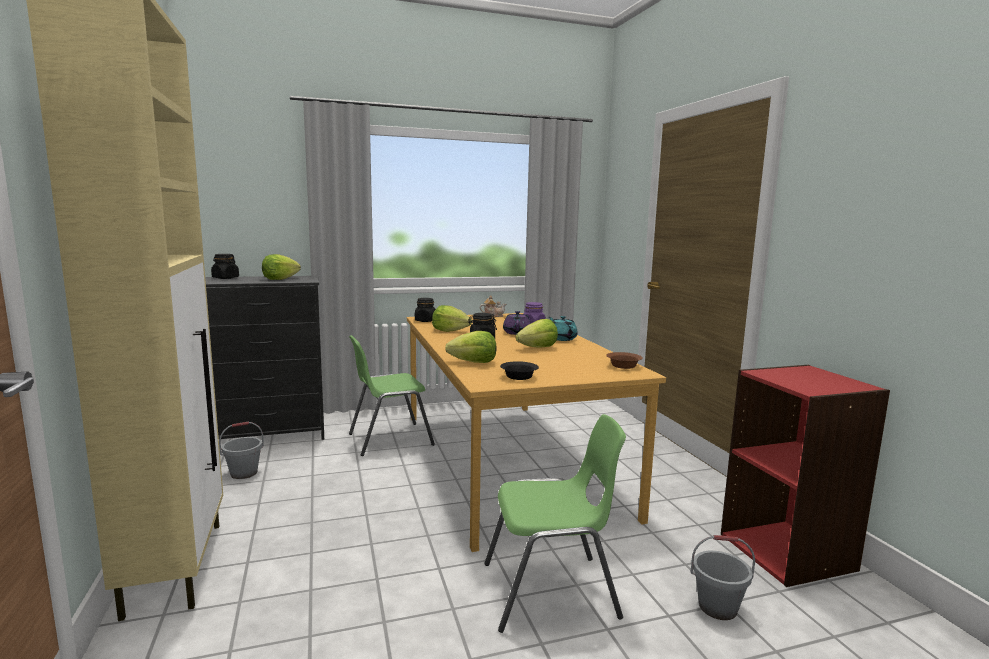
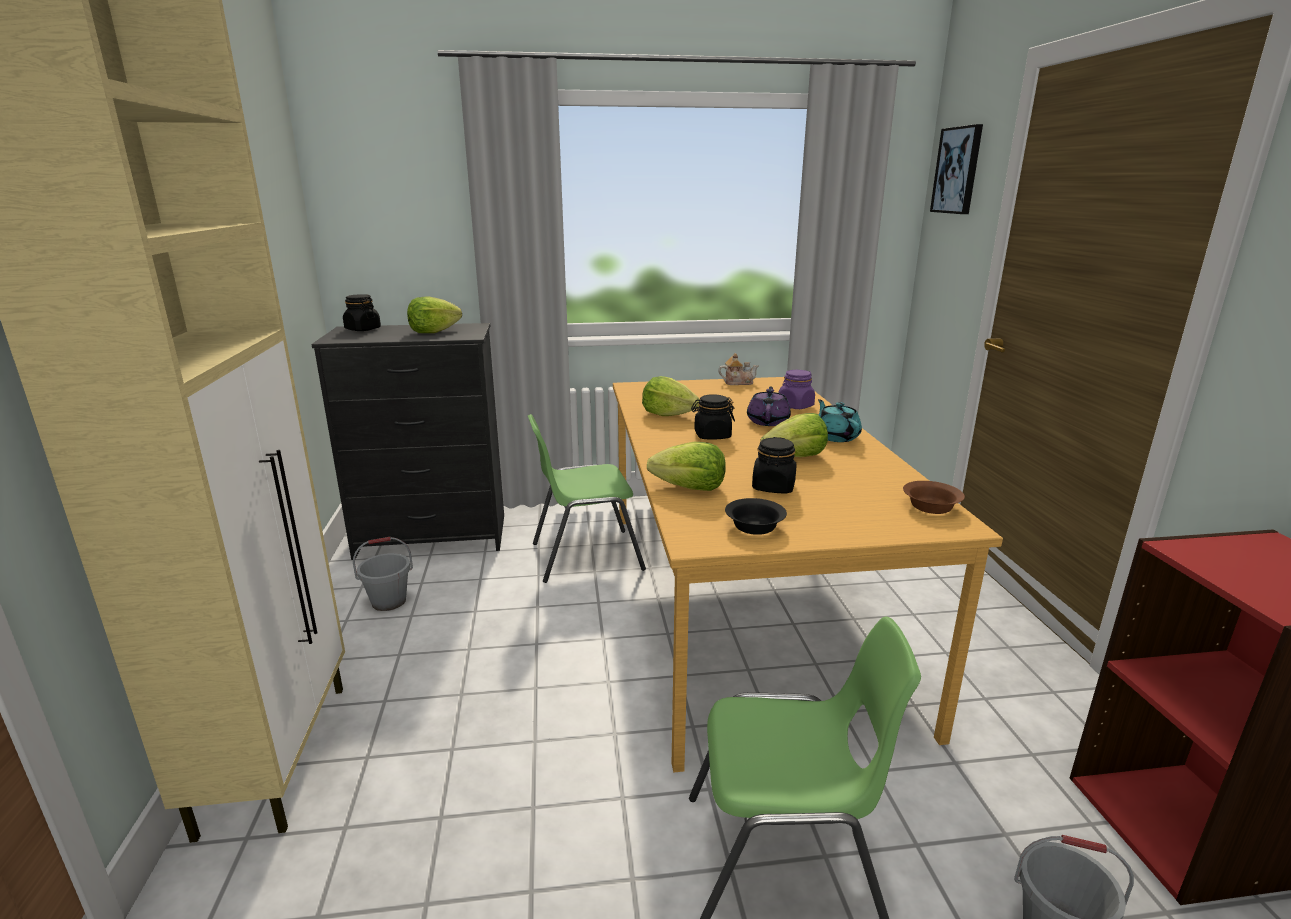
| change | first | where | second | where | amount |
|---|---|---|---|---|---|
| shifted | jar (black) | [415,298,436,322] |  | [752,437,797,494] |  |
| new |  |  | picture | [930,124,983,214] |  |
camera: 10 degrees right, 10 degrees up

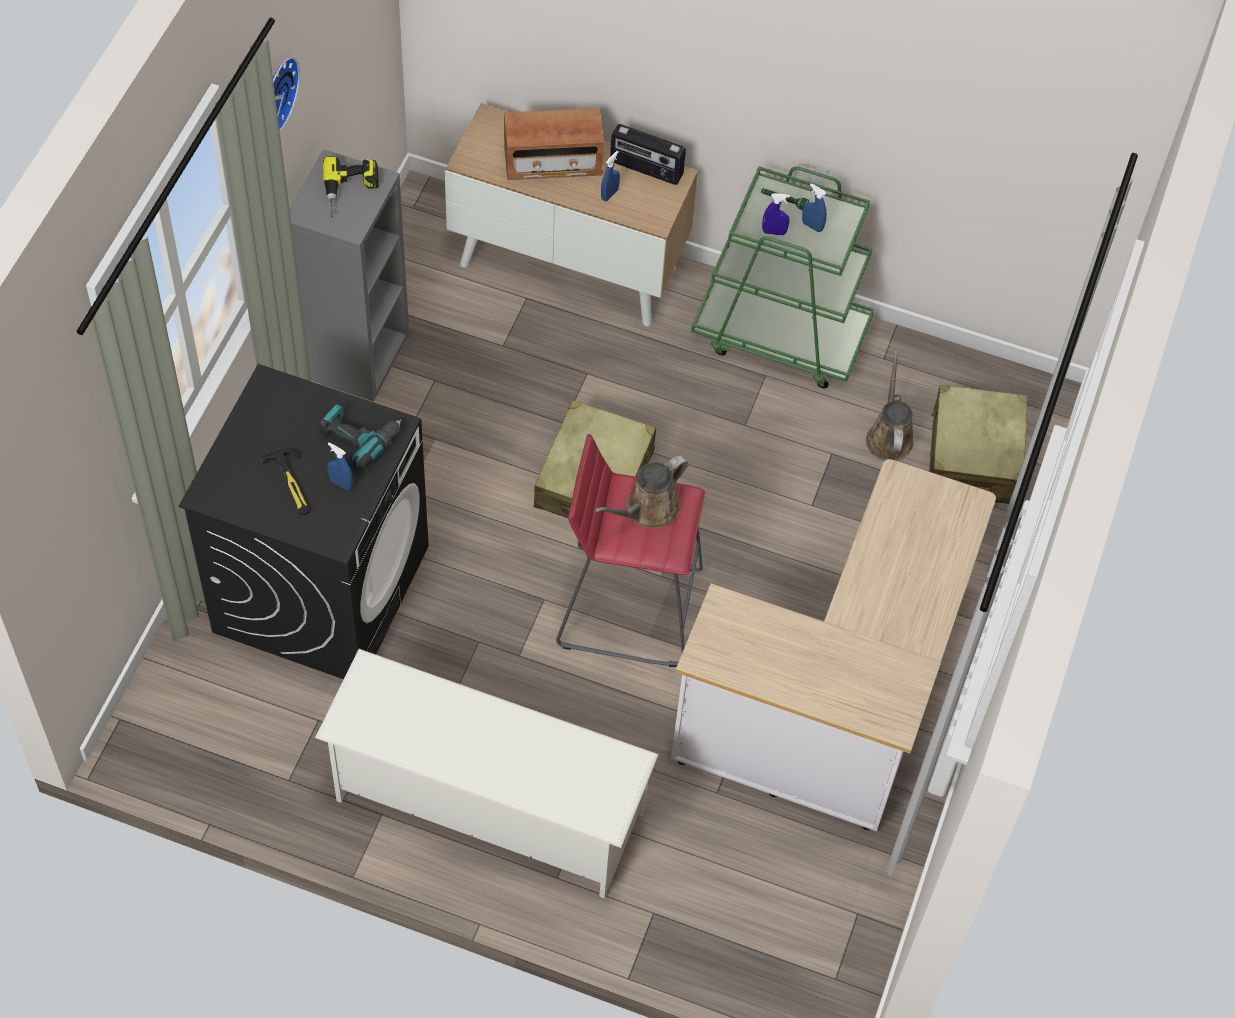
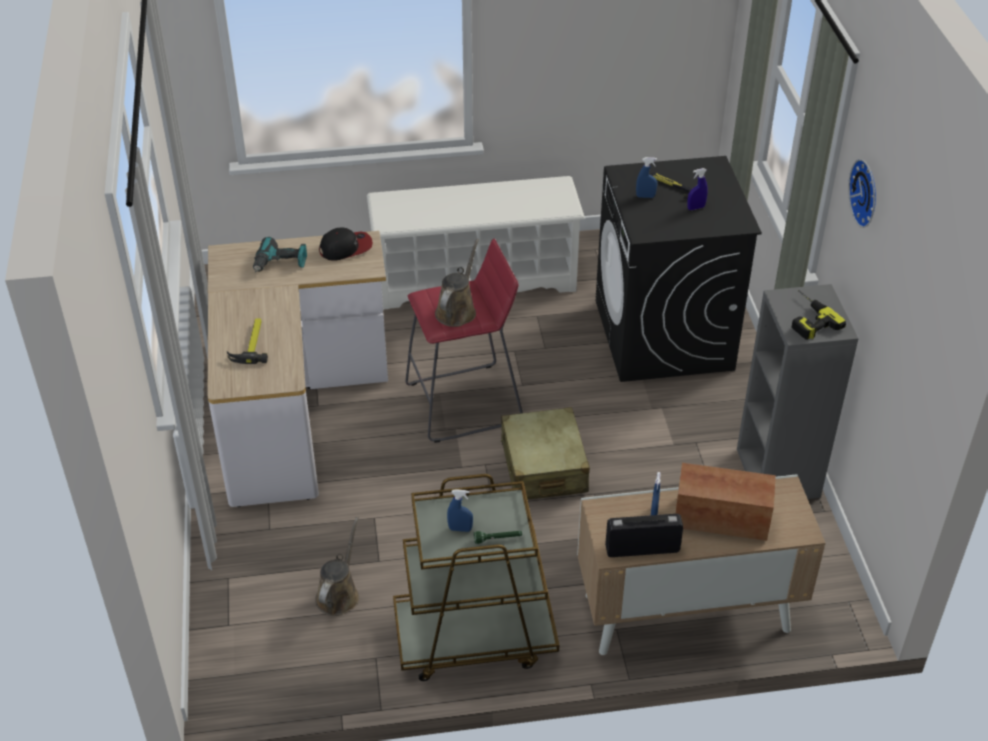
| change | first | where | second | where | amount |
|---|---|---|---|---|---|
| new |  |  | hammer | [227,318,268,364] |  |
| shifted | power drill | [320,404,402,470] |  | [253,237,307,272] |  |
| rotated | watering can (brown) | [866,350,914,461] |  | [315,517,359,616] | 135 degrees counterclockwise |
| new |  |  | cap | [319,228,373,261] |  |
| repainted | cart (green) | [691,166,874,388] | cart (brown) | [393,474,559,681] |  |
| rotated | radio | [504,108,604,180] |  | [675,463,776,541] | 45 degrees clockwise |
| shifted | spray bottle (blue) | [762,193,790,235] |  | [687,168,708,210] |  |
| gone | suitcase (beige) | [929,385,1028,504] |  |  |  |
camera: 155 degrees right, 15 degrees down

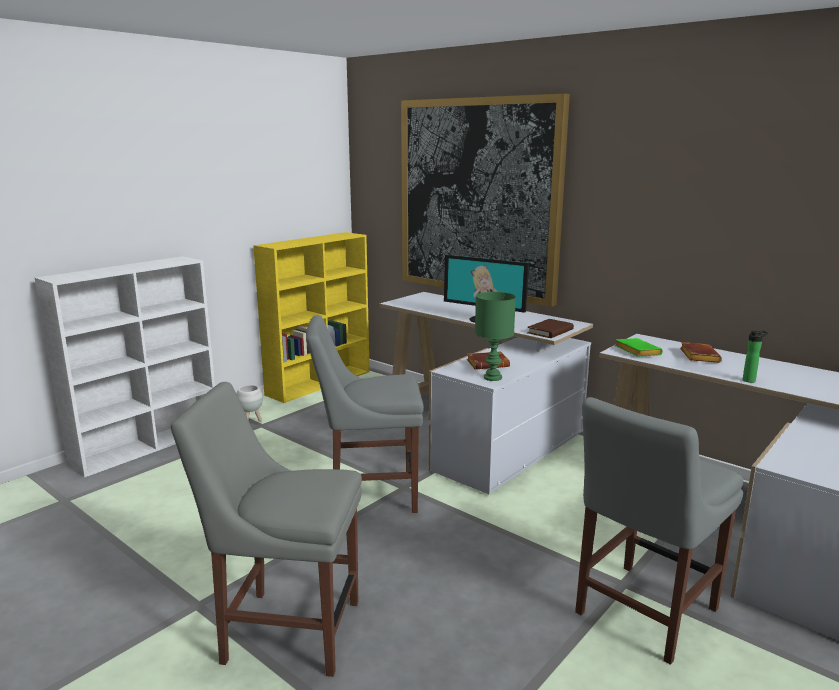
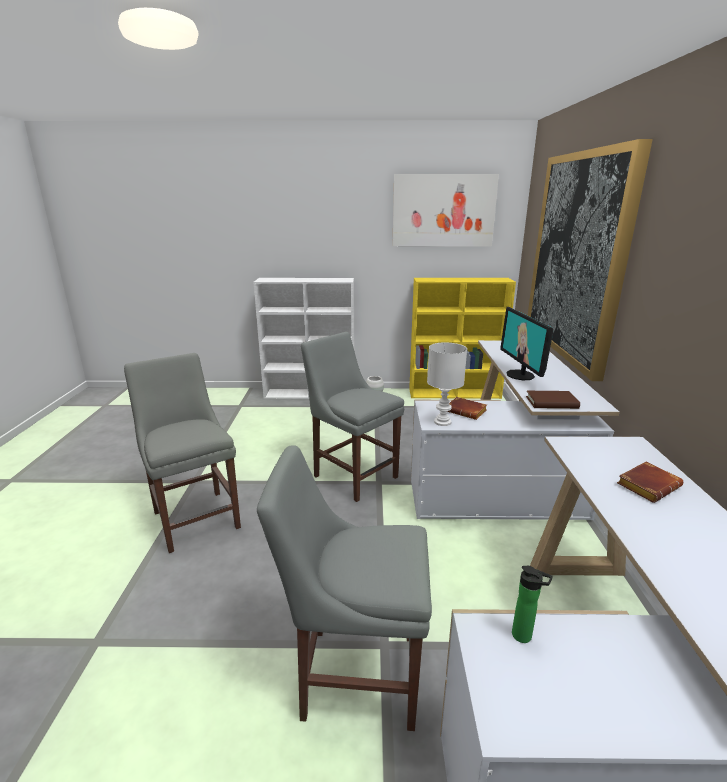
| change | first | where | second | where | amount |
|---|---|---|---|---|---|
| new |  |  | picture | [392,174,499,246] |  |
| repainted | table lamp (green) | [475,292,516,381] | table lamp (white) | [427,343,467,426] |  |
| shifted | bottle | [743,331,768,383] |  | [512,566,553,643] |  |
| gone | book (green) | [614,338,663,357] |  |  |  |
camera: 50 degrees right, 5 degrees up

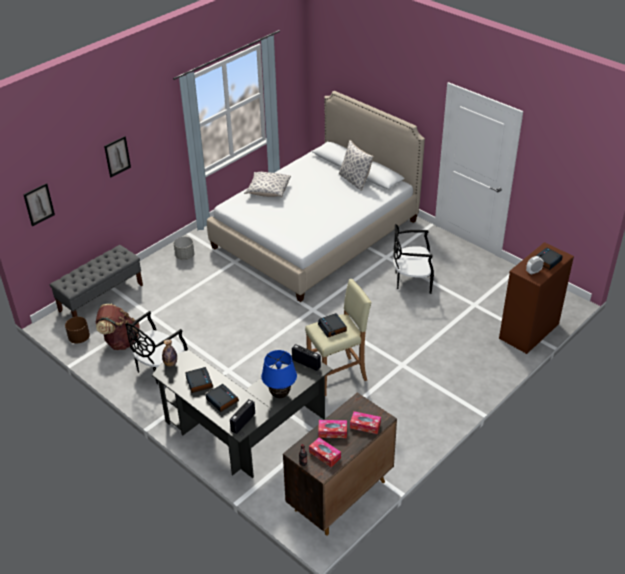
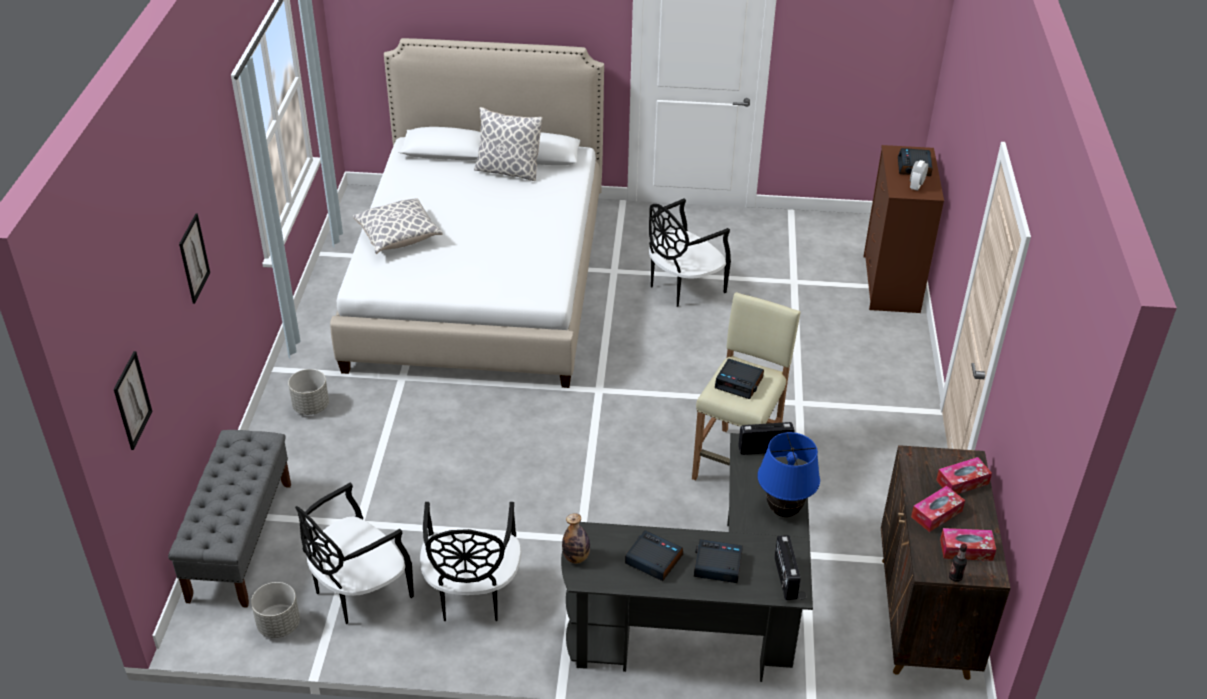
| change | first | where | second | where | amount |
|---|---|---|---|---|---|
| repainted | planter (brown) | [65,317,90,344] | planter (grey) | [251,582,300,638] |  |
| swapped | backpack (brown) | [96,304,140,350] | chair (black) | [295,483,414,624] |  |
camera: 40 degrees left, 0 degrees up

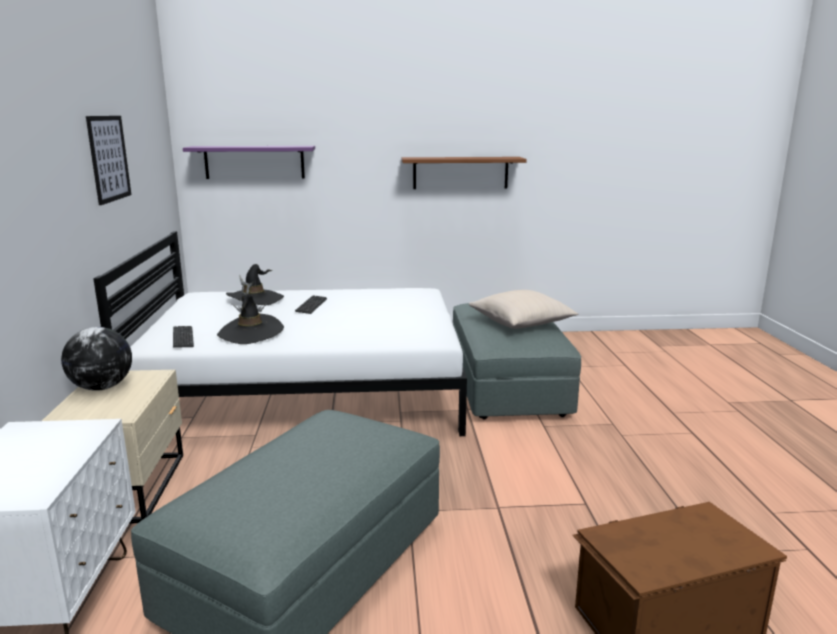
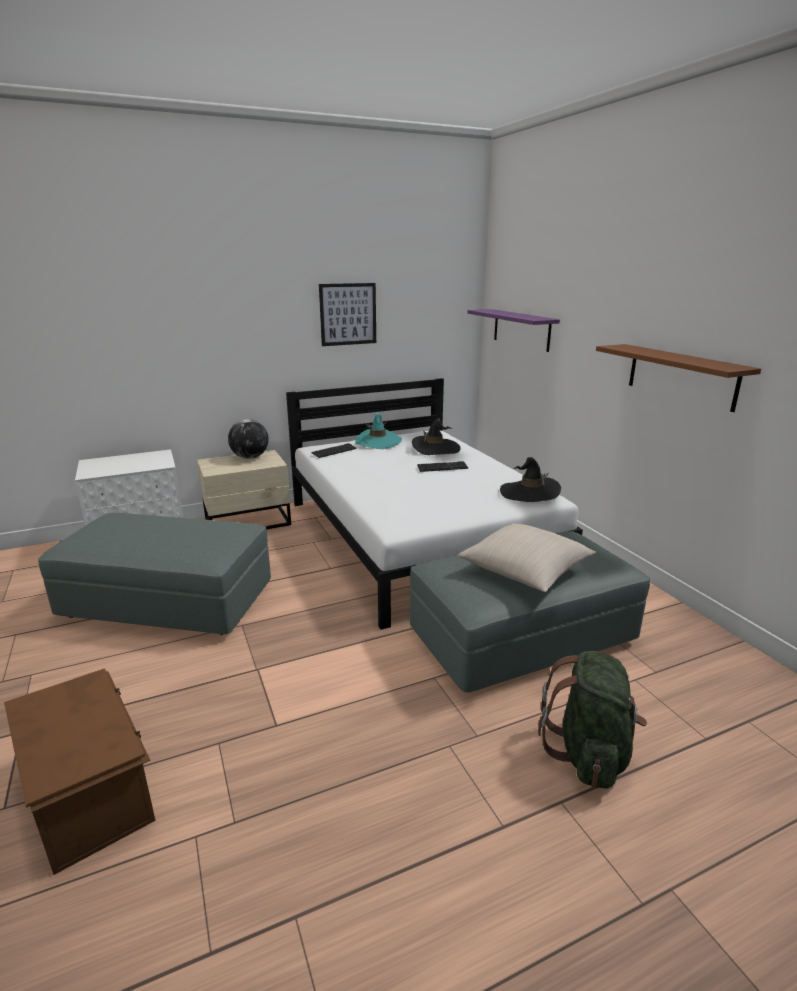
| change | first | where | second | where | amount |
|---|---|---|---|---|---|
| new |  |  | hat (turquoise) | [355,413,402,449] |  |
| shifted | hat (black) | [217,294,284,344] |  | [500,457,561,502] |  |
| new |  |  | backpack (green) | [538,651,647,789] |  |
camera: 70 degrees right, 5 degrees up

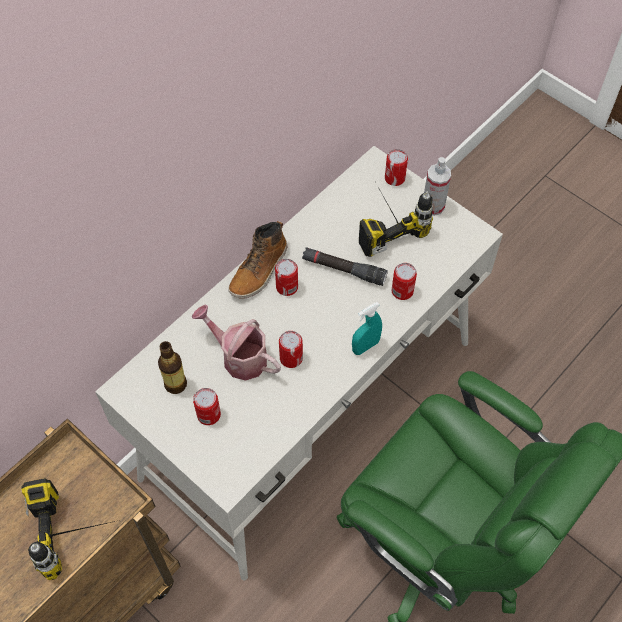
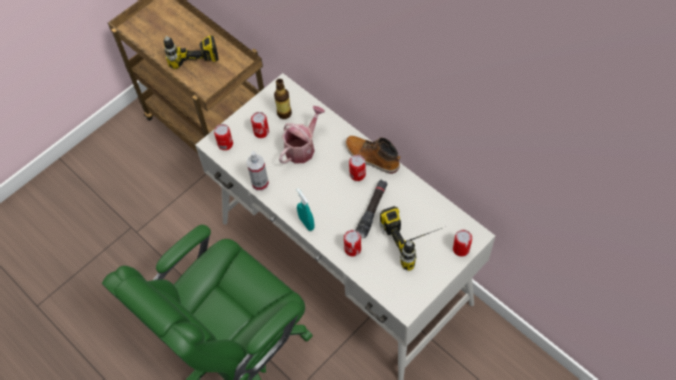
| change | first | where | second | where | amount |
|---|---|---|---|---|---|
| shifted | can | [279,331,303,368] |  | [214,124,233,150] |  |
| shifted | spray bottle | [424,157,451,216] |  | [246,151,269,191] |  |
camera: 95 degrees right, 0 degrees up

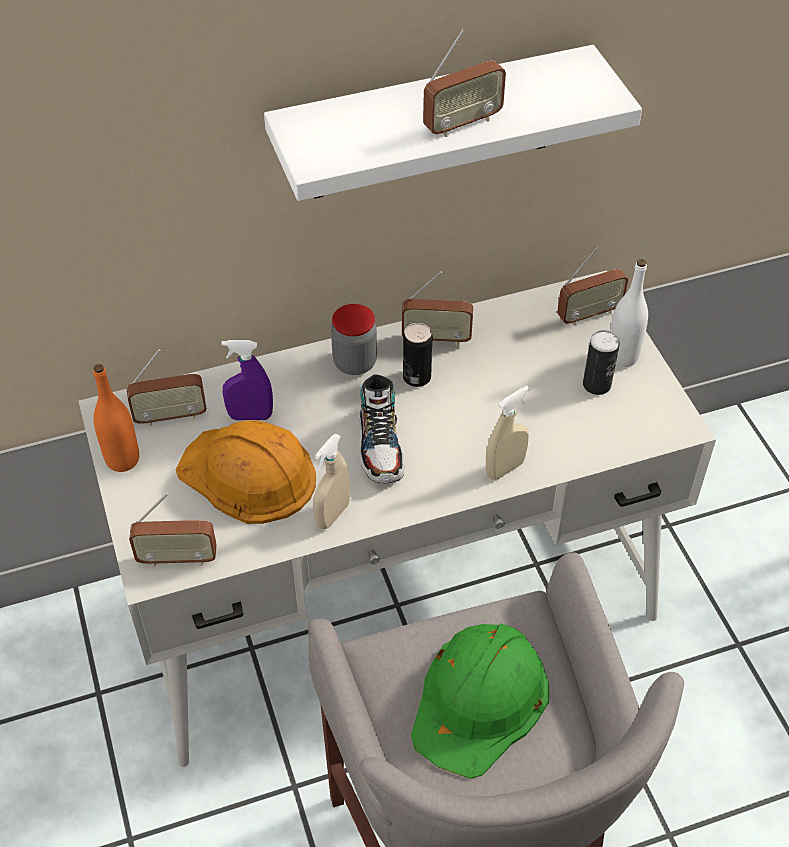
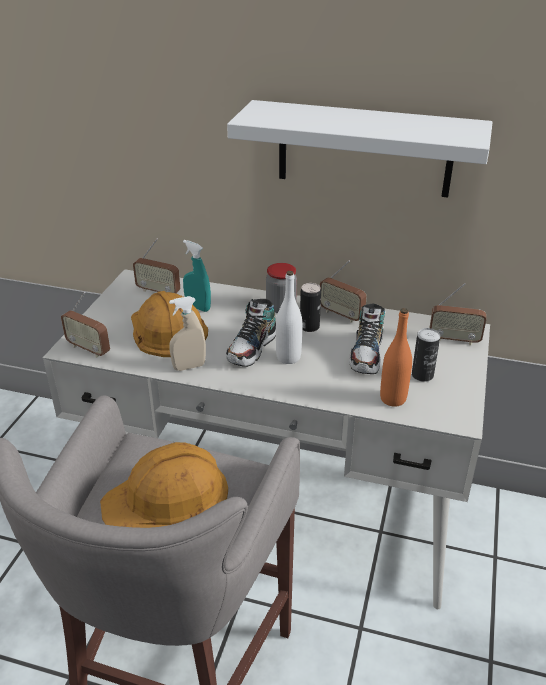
| change | first | where | second | where | amount |
|---|---|---|---|---|---|
| repainted | hard hat (green) | [411,623,549,779] | hard hat (orange) | [100,442,228,528] |  |
| repainted | spray bottle (purple) | [221,340,273,420] | spray bottle (turquoise) | [183,240,211,312] |  |
| shifted | bottle (white) | [610,259,648,367] |  | [276,271,302,364] |  |
| new |  |  | shoe | [349,303,385,374] |  |
| shifted | bottle (orange) | [93,364,139,472] |  | [380,308,412,407] |  |
| gone | radio | [423,29,506,137] |  |  |  |
| gone | spray bottle (beige) | [486,386,530,480] |  |  |  |
camera: 35 degrees right, 15 degrees down

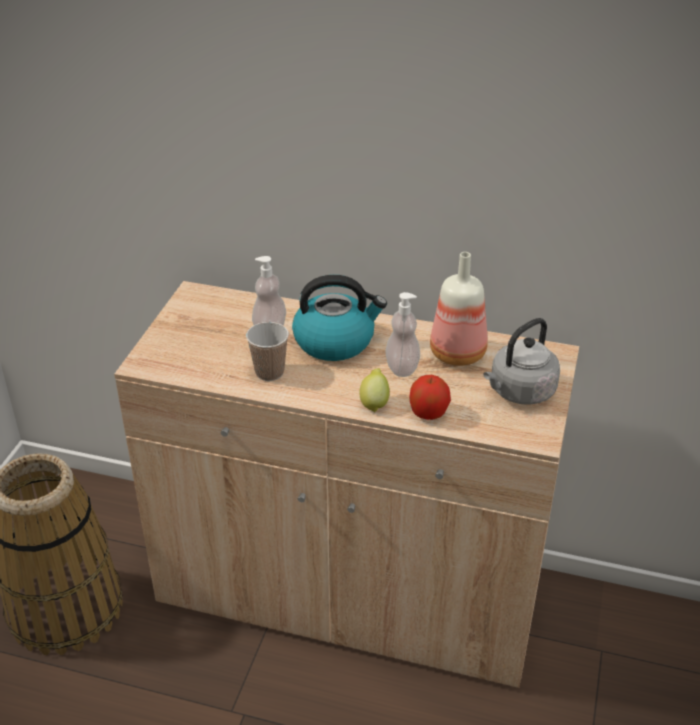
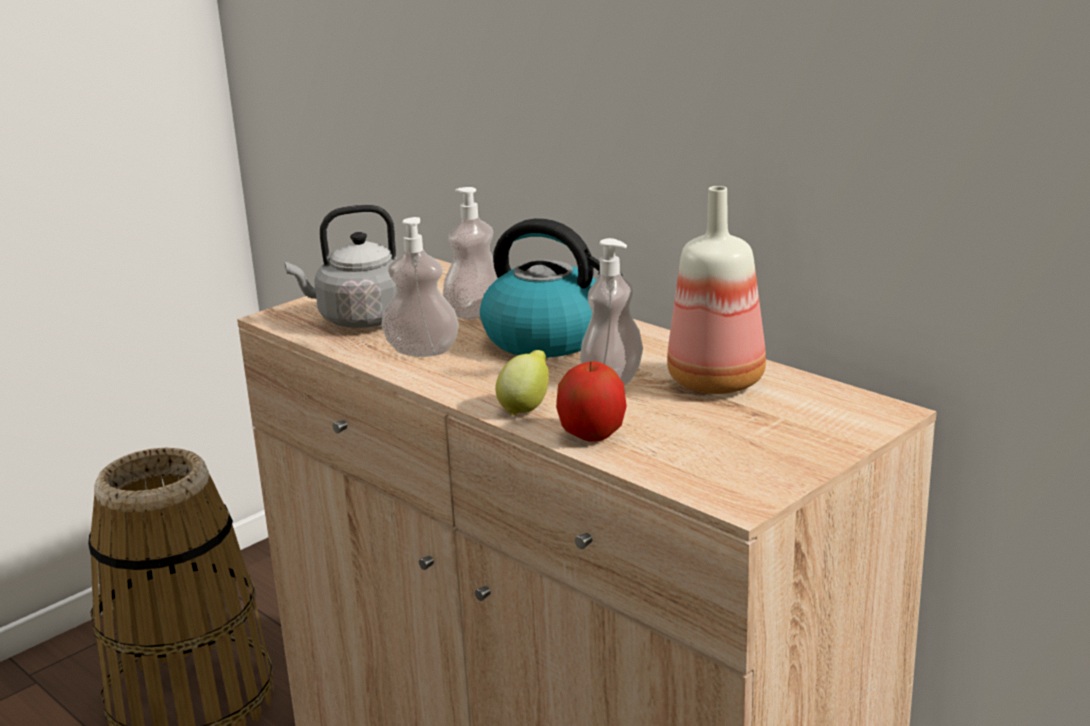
| change | first | where | second | where | amount |
|---|---|---|---|---|---|
| shifted | kettle (grey) | [483,318,560,405] |  | [285,205,398,328] |  |
| swapped | cup | [246,322,289,381] | soap dispenser | [381,217,459,357] |  |
camera: 30 degrees right, 15 degrees down

